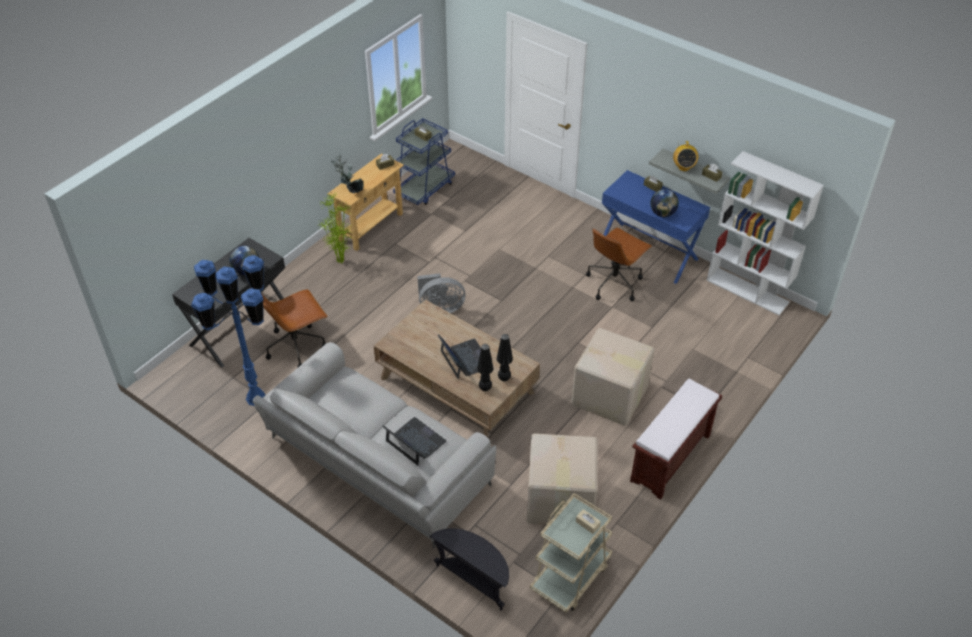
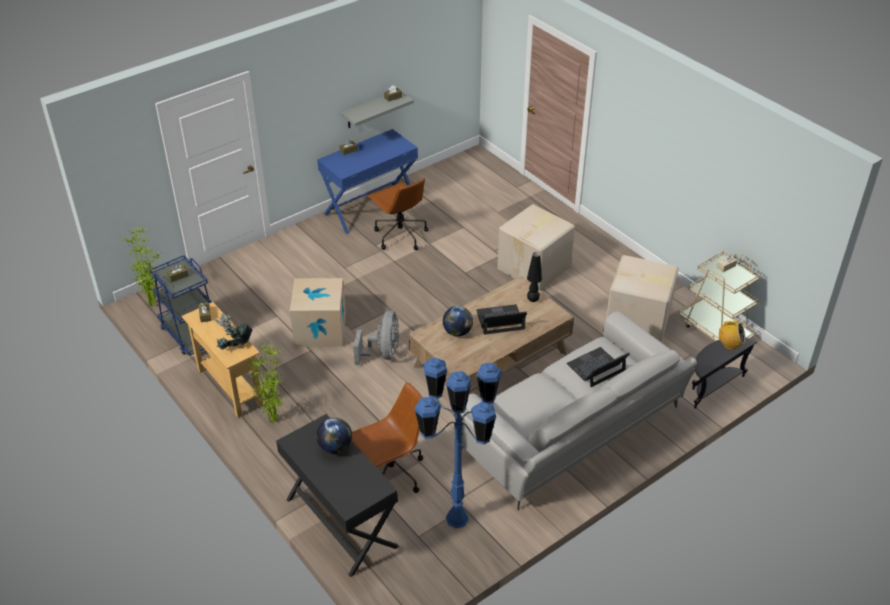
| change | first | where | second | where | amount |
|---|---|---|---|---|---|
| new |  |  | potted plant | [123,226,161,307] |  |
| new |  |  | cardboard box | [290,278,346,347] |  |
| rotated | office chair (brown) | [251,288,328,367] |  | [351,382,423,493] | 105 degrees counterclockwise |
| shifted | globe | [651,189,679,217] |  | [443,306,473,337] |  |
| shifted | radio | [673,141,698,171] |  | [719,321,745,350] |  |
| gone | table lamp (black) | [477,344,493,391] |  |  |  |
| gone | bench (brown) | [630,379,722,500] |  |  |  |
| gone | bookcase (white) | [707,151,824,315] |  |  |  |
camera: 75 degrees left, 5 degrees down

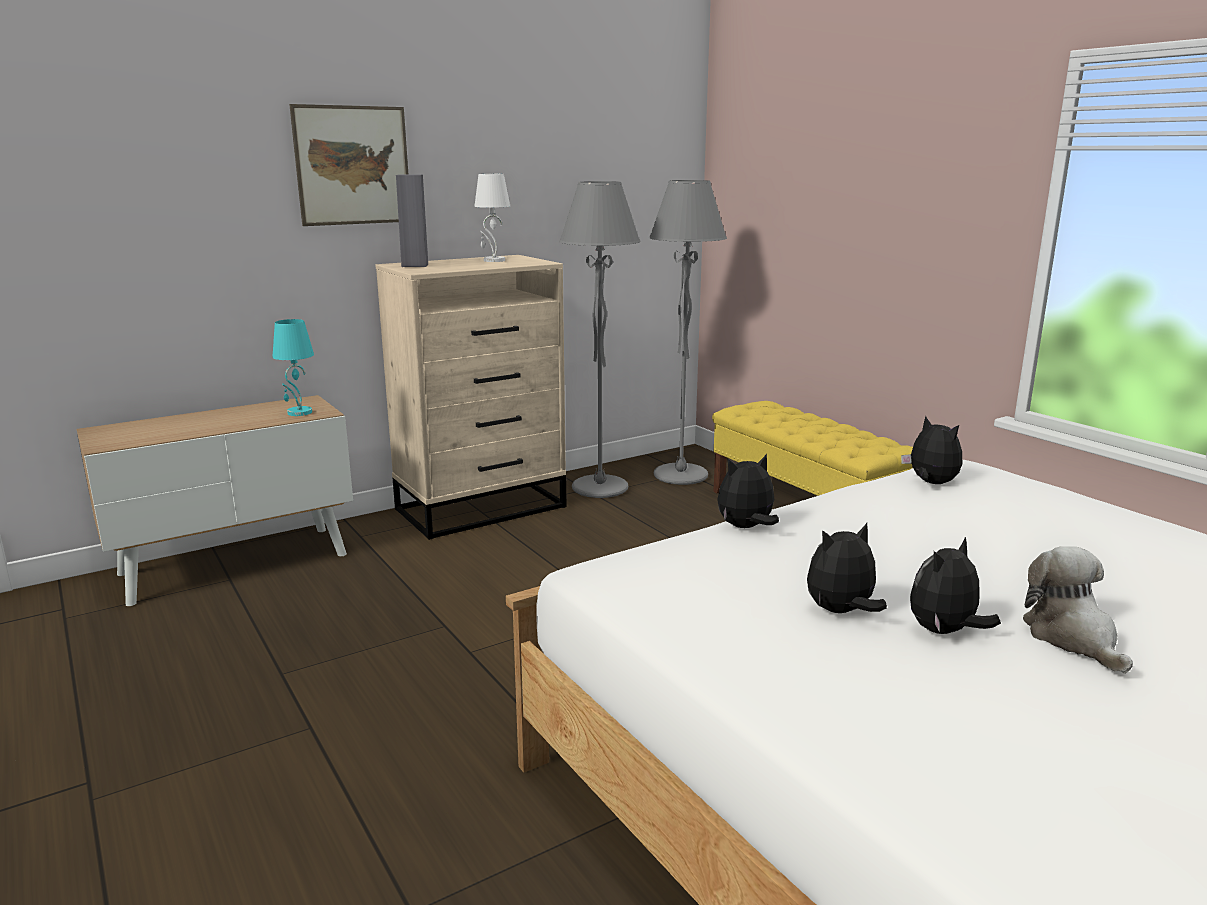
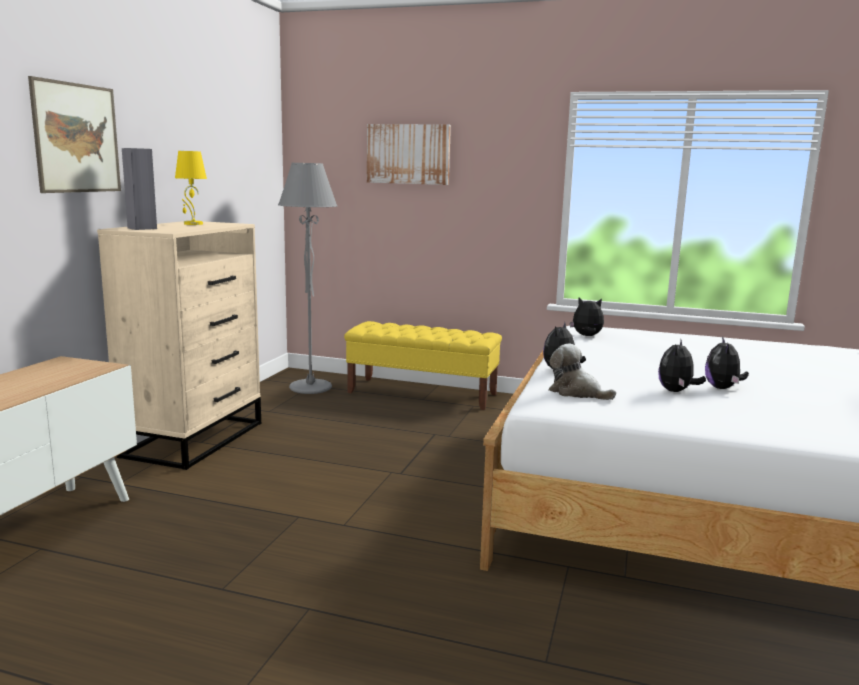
| change | first | where | second | where | amount |
|---|---|---|---|---|---|
| repainted | table lamp (white) | [474,174,510,262] | table lamp (yellow) | [175,151,207,225] |  |
| new |  |  | picture | [367,124,451,185] |  |
| shifted | plush toy | [1023,546,1133,674] |  | [549,343,616,400] |  |
| gone | table lamp (turquoise) | [272,319,314,416] |  |  |  |
| gone | floor lamp (grey) | [559,181,641,498] |  |  |  |
camera: 40 degrees left, 5 degrees down

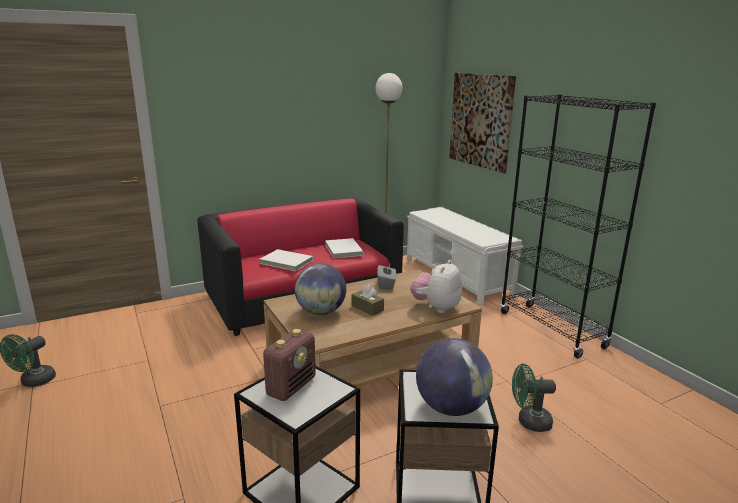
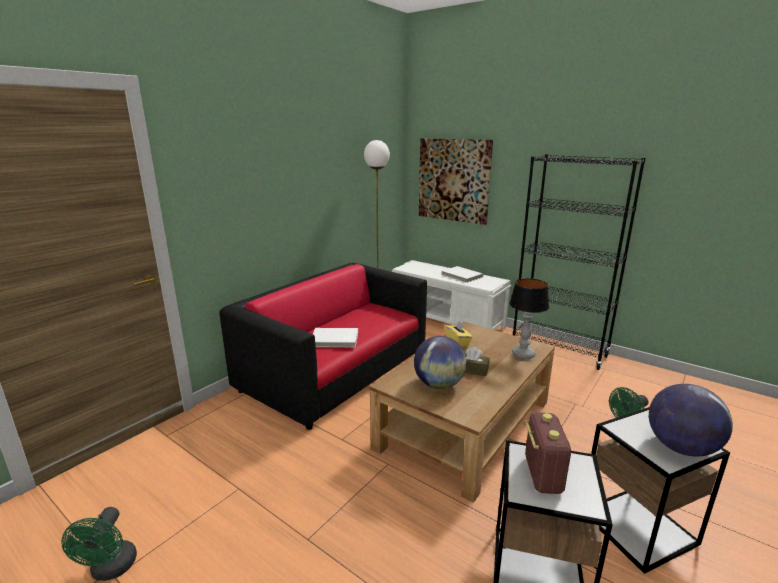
| change | first | where | second | where | amount |
|---|---|---|---|---|---|
| shifted | book (white) | [325,238,364,258] |  | [441,266,483,283] |  |
| repainted | tissue box (grey) | [377,264,396,289] | tissue box (yellow) | [444,321,472,347] |  |
| swapped | plush toy | [410,260,462,313] | table lamp | [509,278,549,359] |  |
camera: 25 degrees left, 0 degrees up

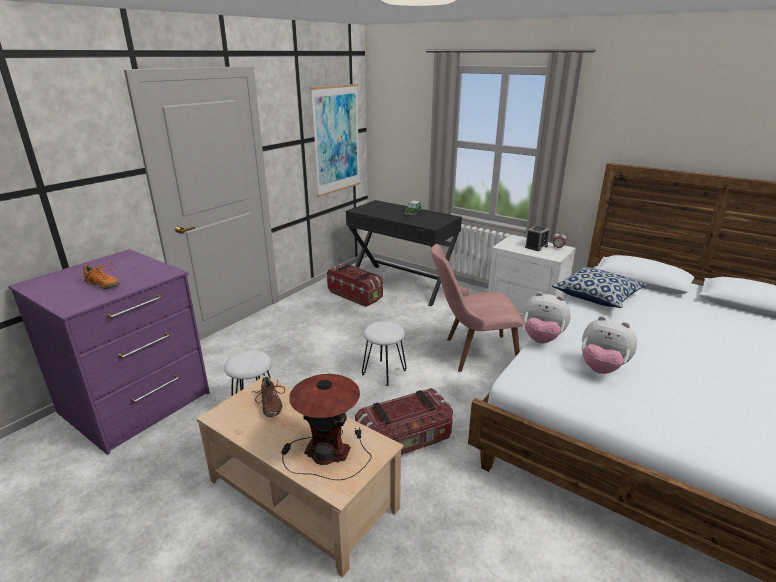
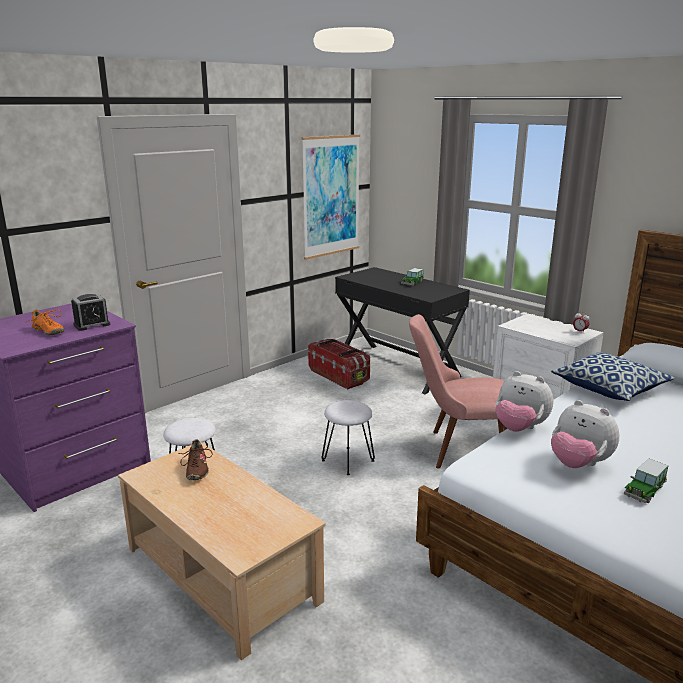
| change | first | where | second | where | amount |
|---|---|---|---|---|---|
| shifted | alarm clock | [525,226,550,251] |  | [71,294,111,331] |  |
| new |  |  | toy car | [624,458,668,503] |  |
| gone | table lamp | [281,374,372,480] |  |  |  |
| gone | storage box | [355,388,453,455] |  |  |  |
camera: 10 degrees right, 5 degrees down

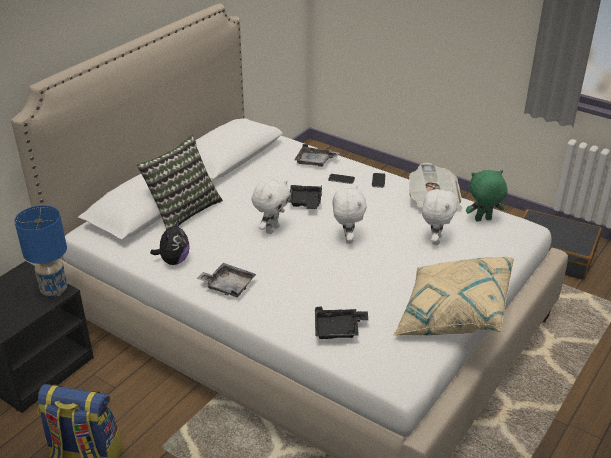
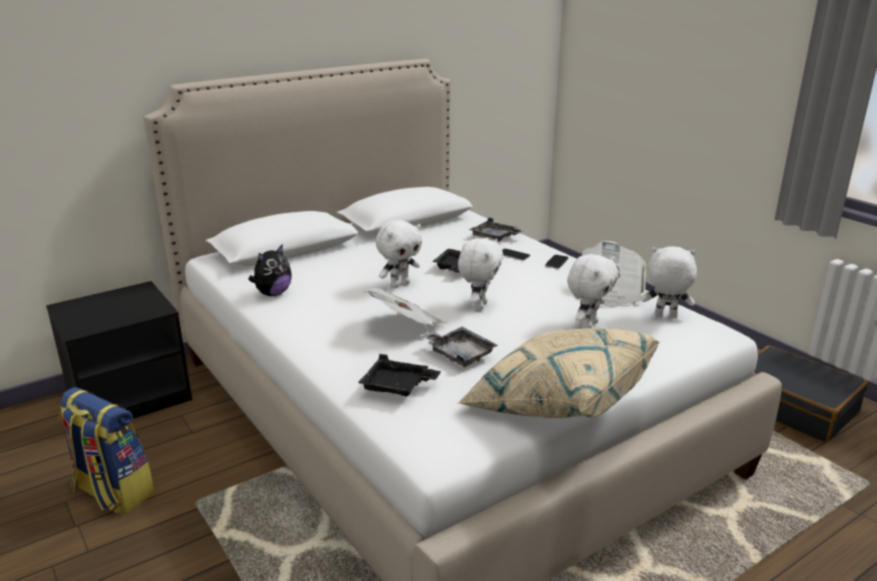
| change | first | where | second | where | amount |
|---|---|---|---|---|---|
| new |  |  | newspaper | [364,287,447,326] |  |
| shifted | tray (grey) | [196,263,256,298] |  | [422,327,498,367] |  |
| repainted | plush toy (green) | [466,170,507,221] | plush toy (white) | [641,246,697,318] |  |
| gone | table lamp (blue) | [14,205,67,297] |  |  |  |
| gone | pillow | [137,135,223,230] |  |  |  |
camera: 20 degrees right, 10 degrees down

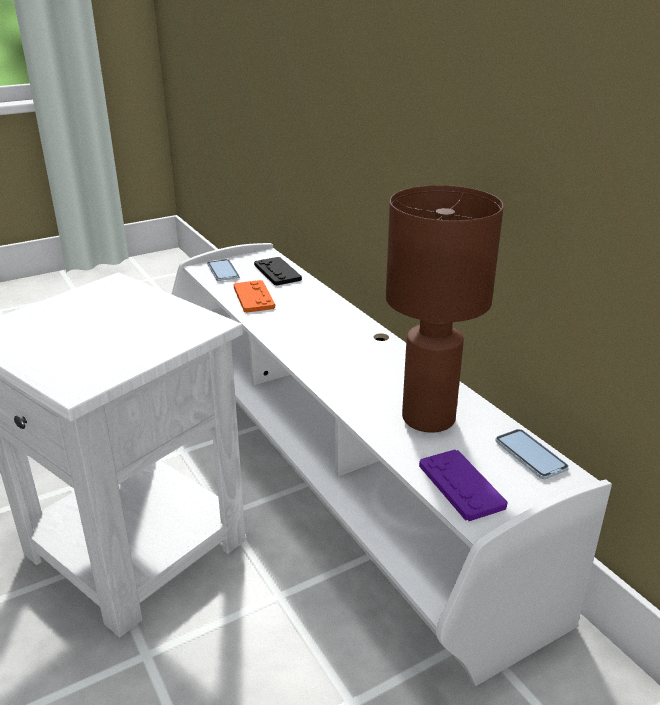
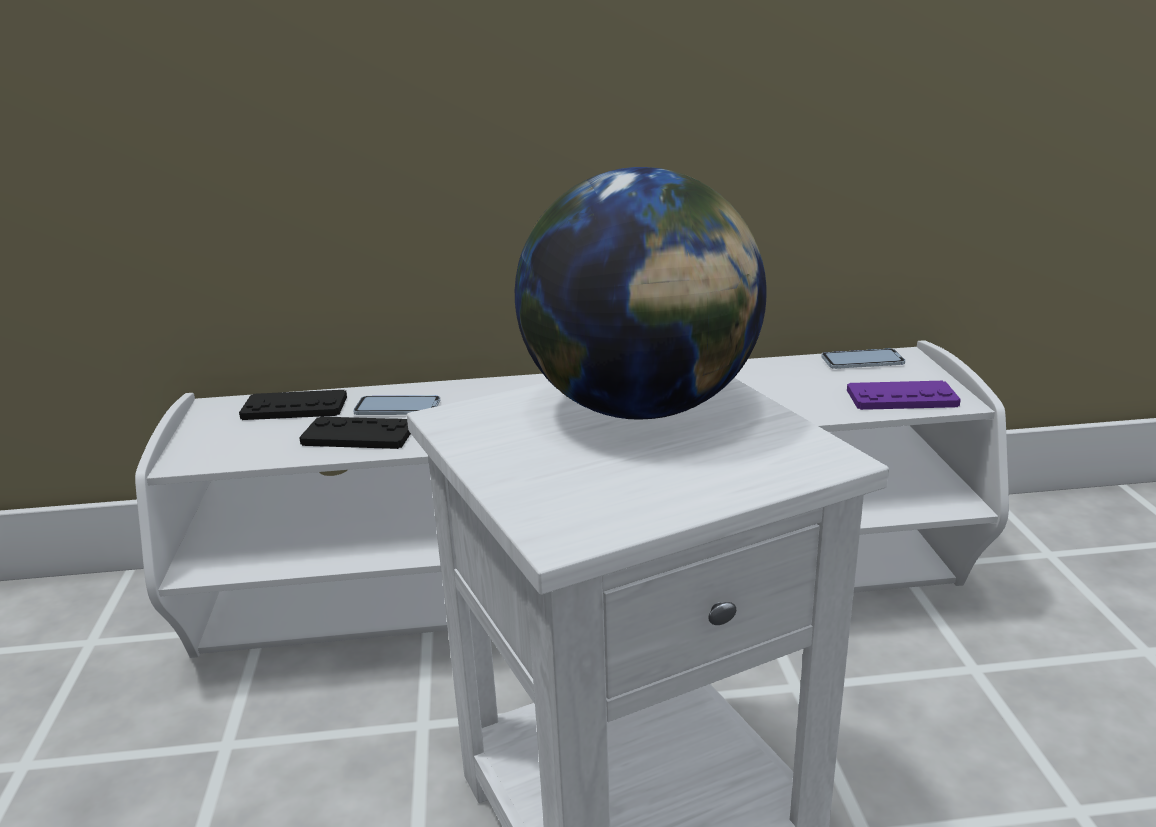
| change | first | where | second | where | amount |
|---|---|---|---|---|---|
| repainted | game controller (orange) | [234,280,275,313] | game controller (black) | [299,417,411,449] |  |
| shifted | phone | [207,259,239,281] |  | [353,395,440,415] |  |
| new |  |  | globe | [515,167,766,420] |  |
| gone | table lamp (brown) | [386,185,504,433] |  |  |  |
camera: 65 degrees left, 5 degrees down

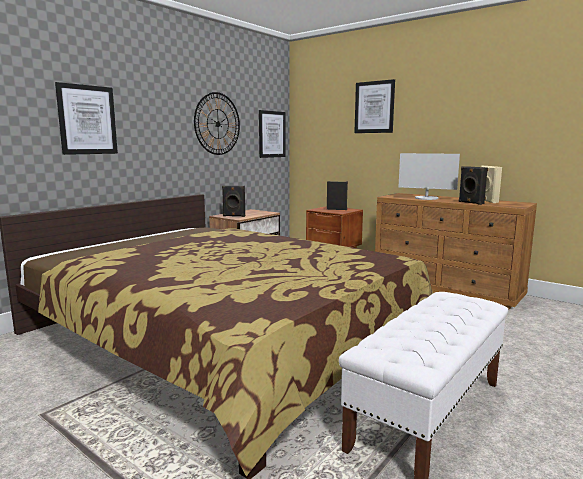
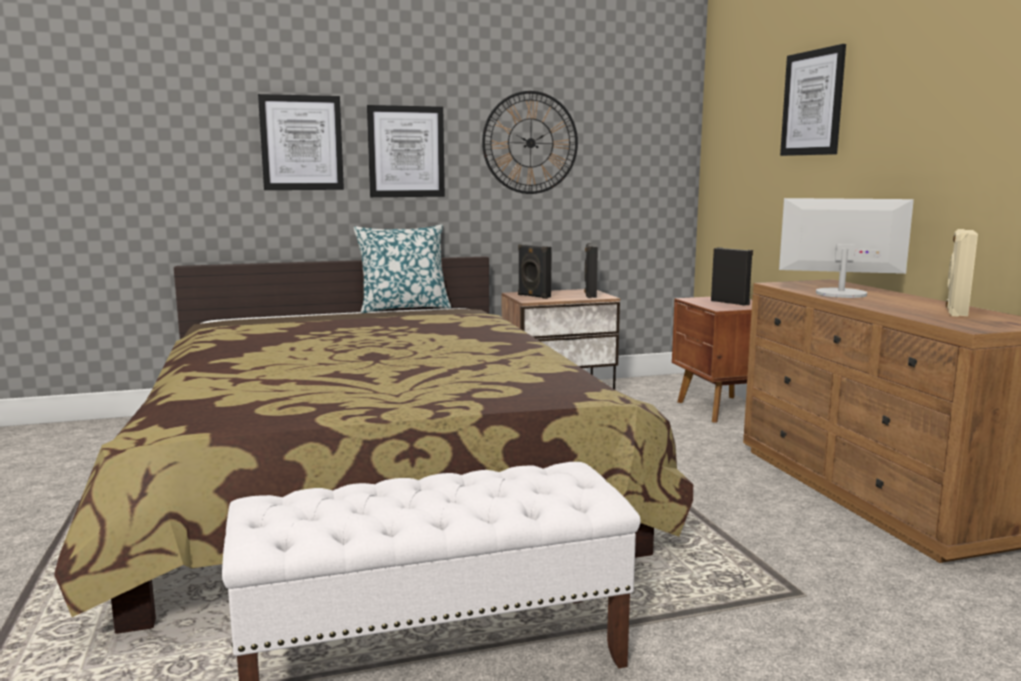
| change | first | where | second | where | amount |
|---|---|---|---|---|---|
| new |  |  | pillow | [354,224,451,313] |  |
| shifted | picture | [259,110,286,158] |  | [367,105,445,197] |  |
| shifted | speaker (black) | [459,166,488,205] |  | [584,243,598,298] |  |
| rotated | monitor | [399,153,460,200] |  | [779,198,914,298] | 135 degrees clockwise |
camera: 35 degrees right, 0 degrees up

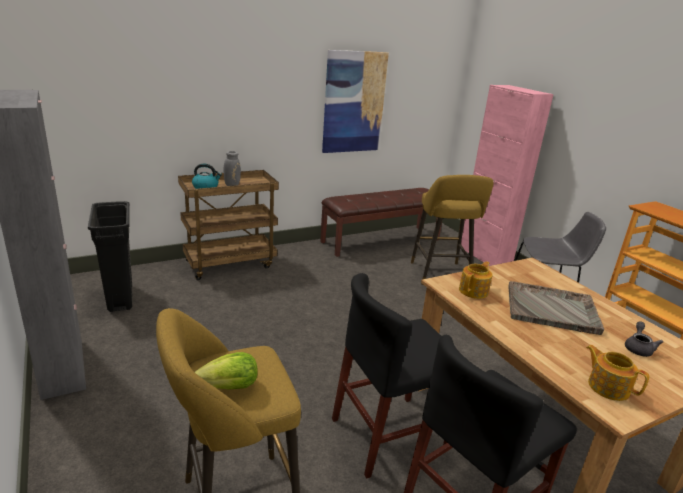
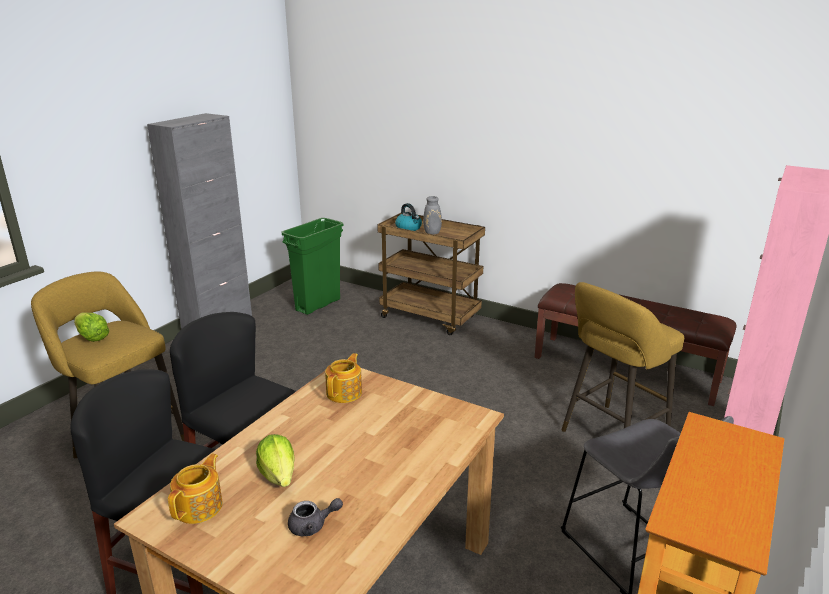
| change | first | where | second | where | amount |
|---|---|---|---|---|---|
| new |  |  | lettuce | [256,434,295,487] |  |
| repainted | trash can (black) | [88,201,132,312] | trash can (green) | [282,218,343,315] |  |
| rotated | teapot | [459,261,493,299] |  | [325,353,362,403] | 75 degrees counterclockwise |
| gone | picture | [322,50,389,153] |  |  |  |
| gone | tray (grey) | [508,281,604,335] |  |  |  |
camera: 60 degrees right, 0 degrees up

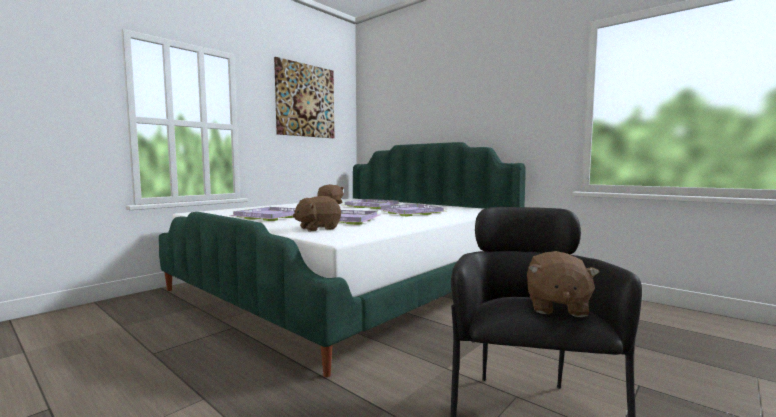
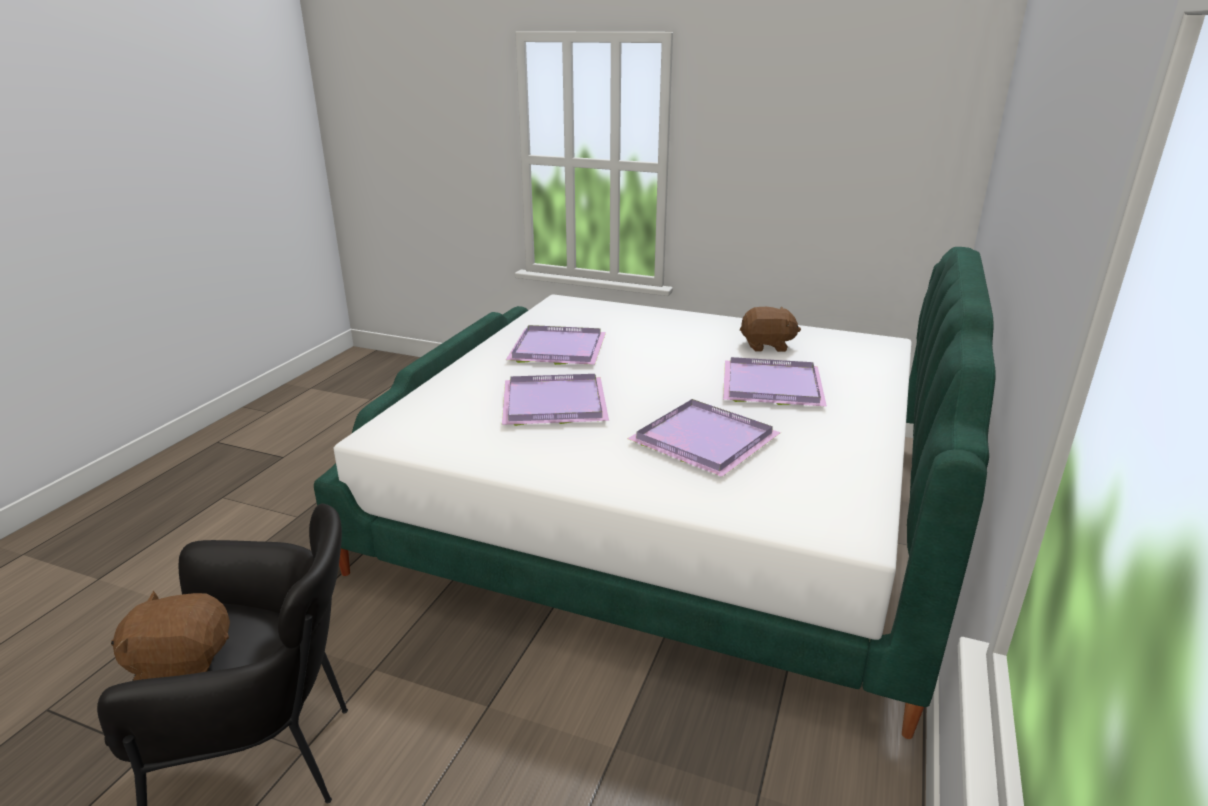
| change | first | where | second | where | amount |
|---|---|---|---|---|---|
| gone | picture | [274,57,334,138] |  |  |  |
| gone | plush toy (brown) | [292,196,341,232] |  |  |  |
camera: 70 degrees right, 20 degrees up

